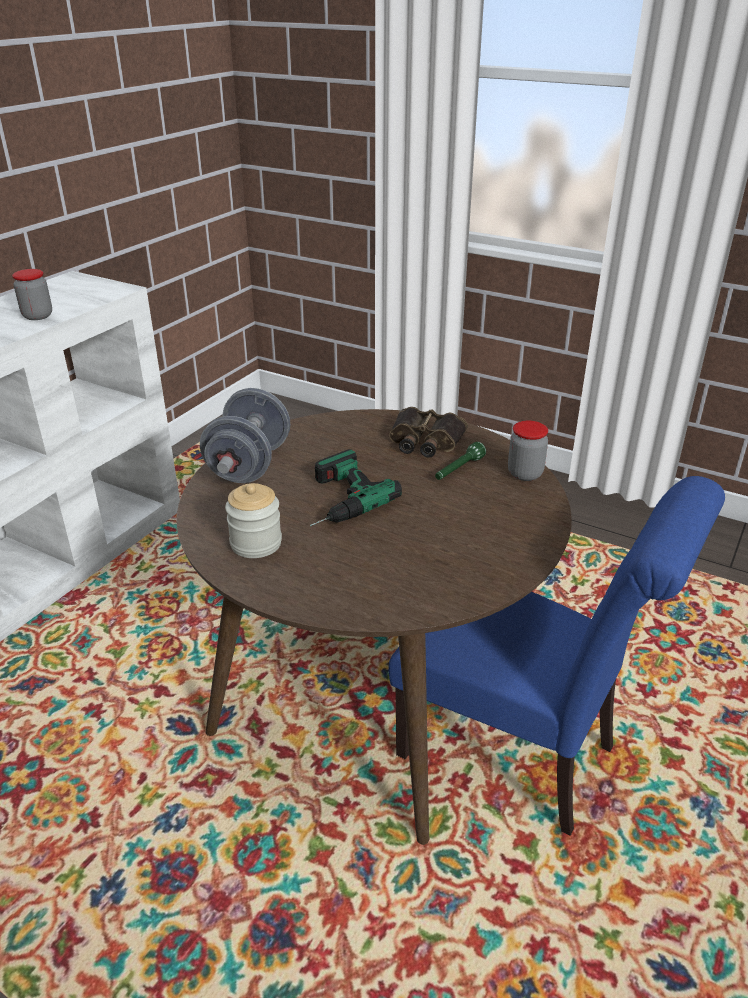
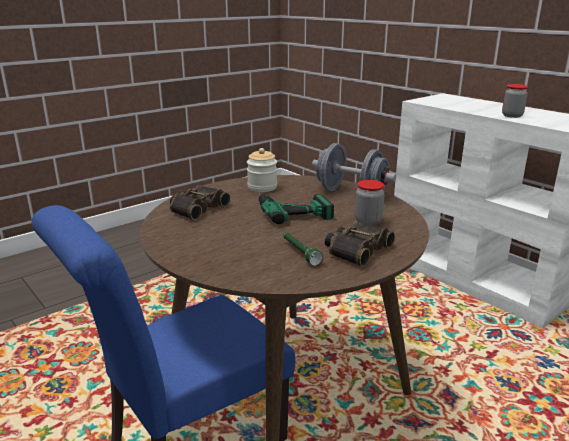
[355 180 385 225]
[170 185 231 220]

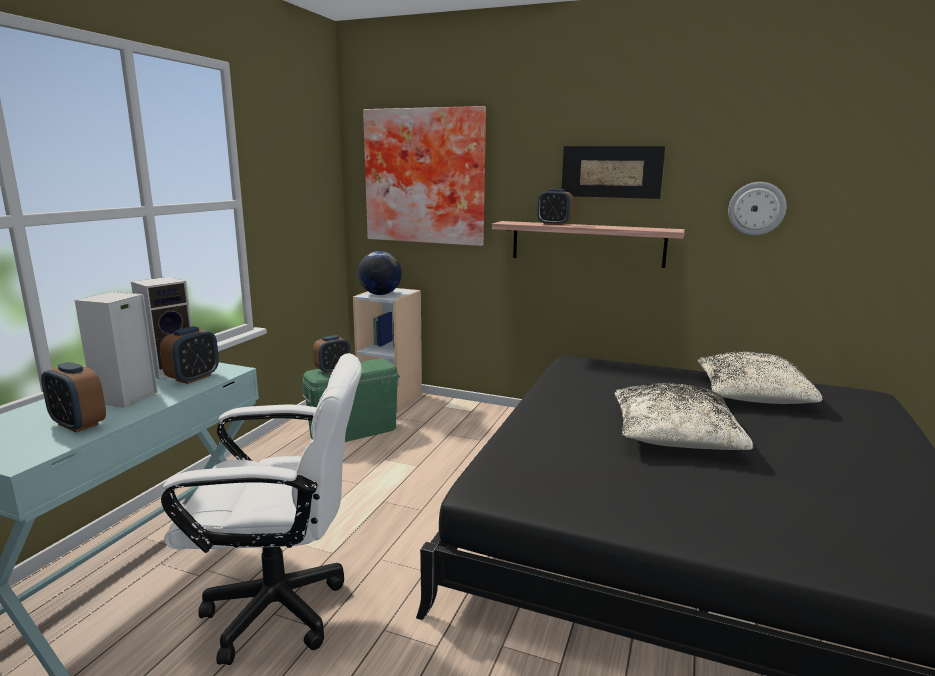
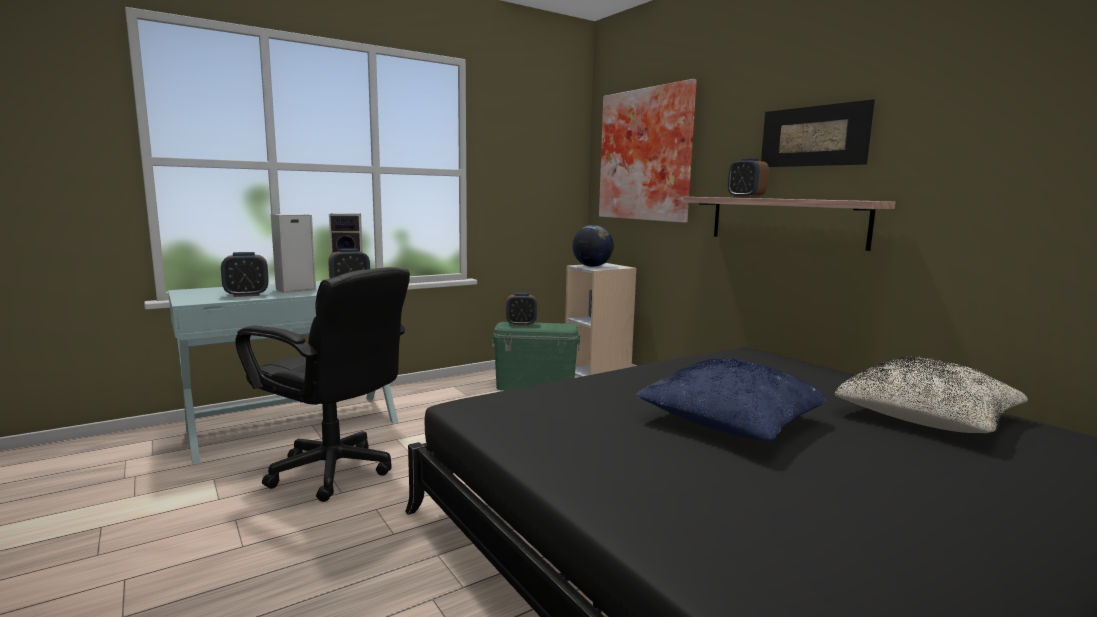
[221 252 269 297]
[235 267 410 502]
[637 358 826 441]
[728 182 787 235] (first image)

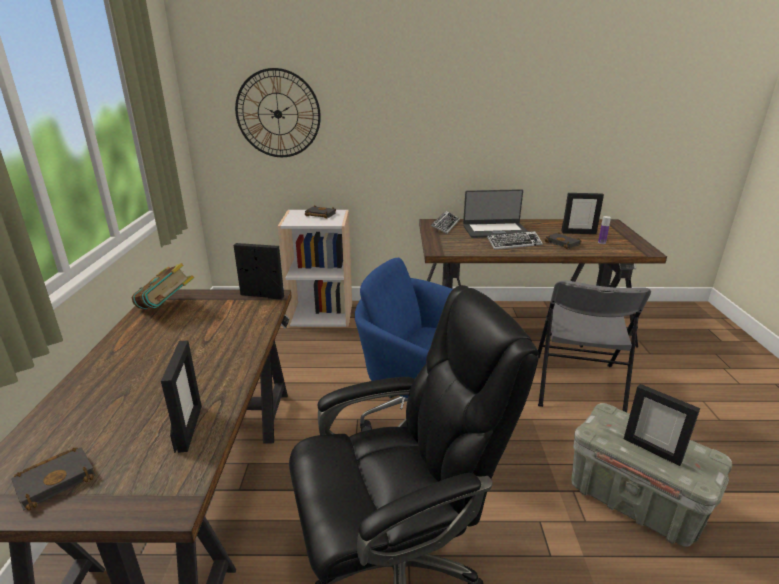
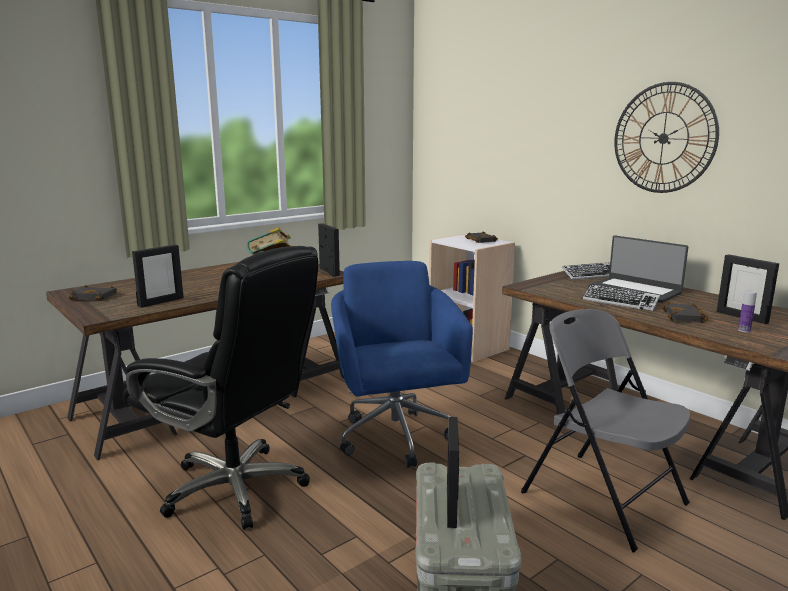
[614 82 719 193]
[521 309 690 553]

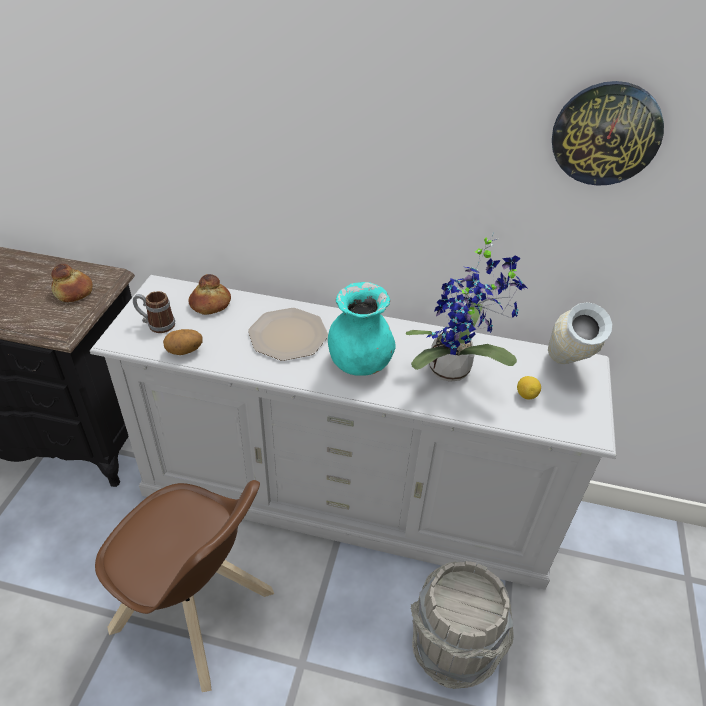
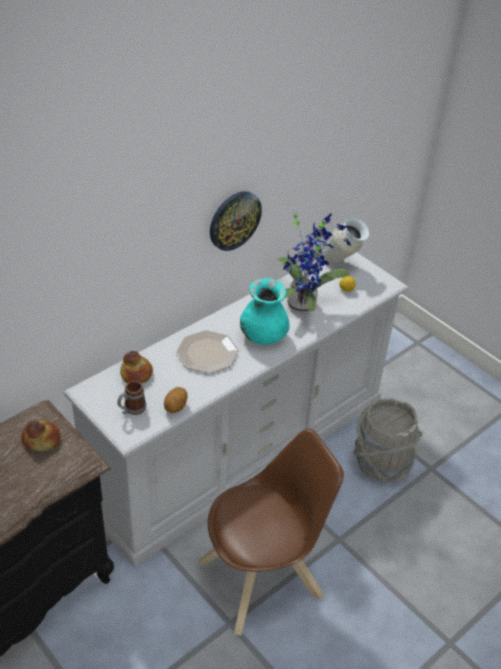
[210 191 262 251]

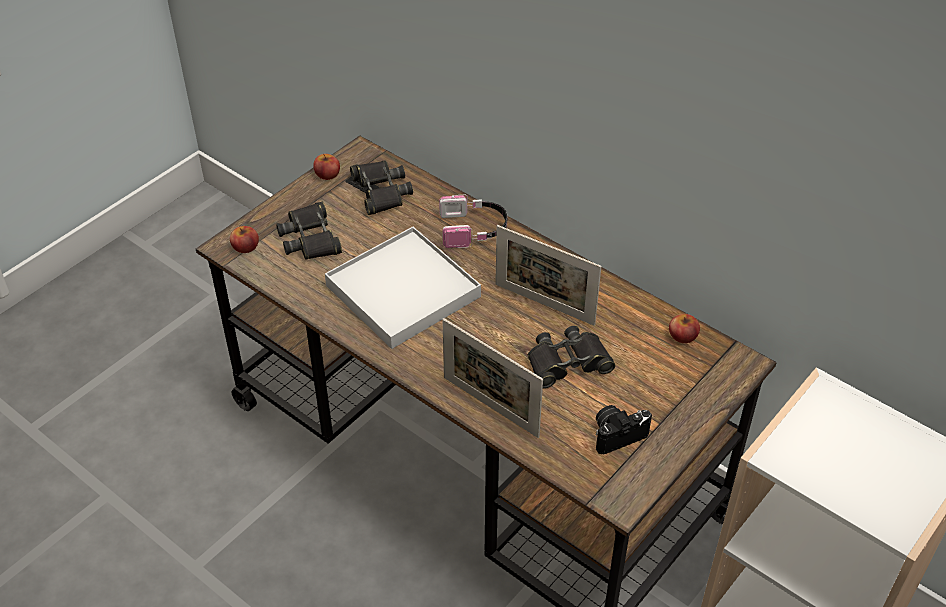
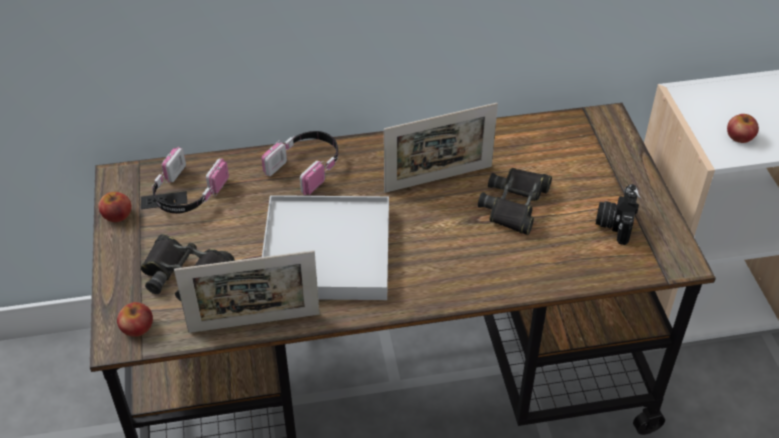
[152 147 229 214]
[174 250 320 333]
[727 114 759 143]

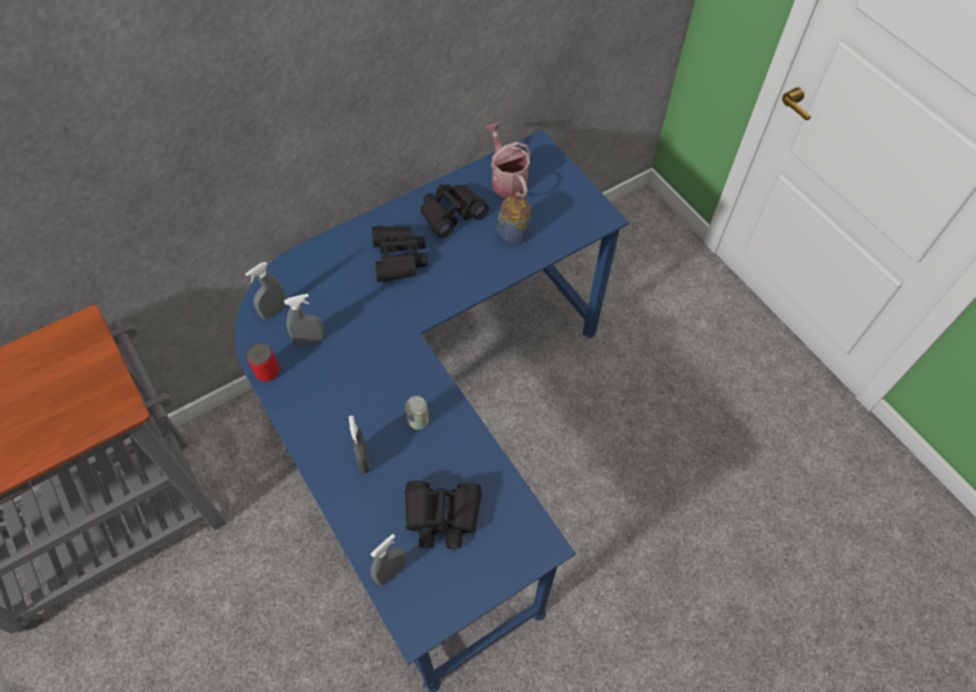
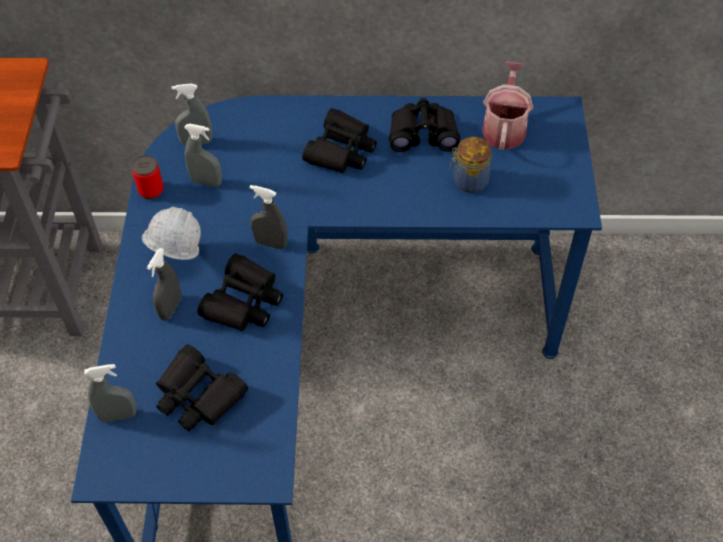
[197 253 283 331]
[142 207 201 260]
[249 185 288 250]

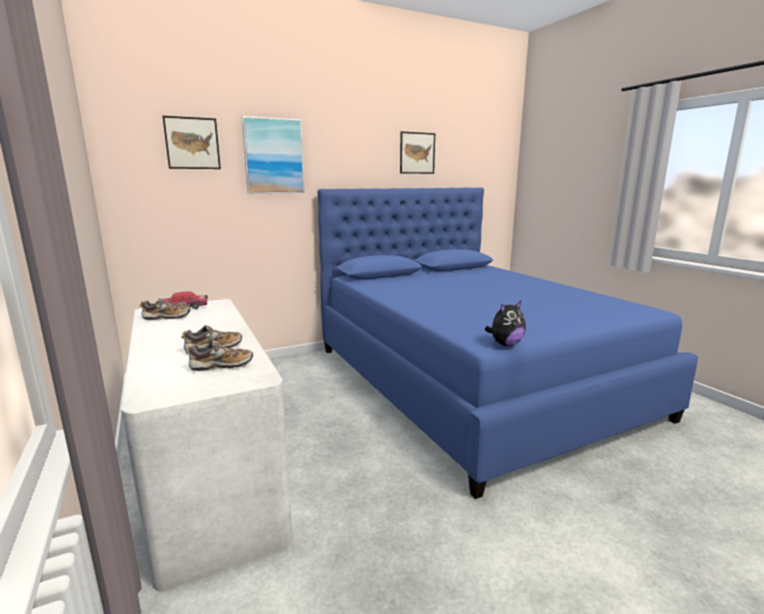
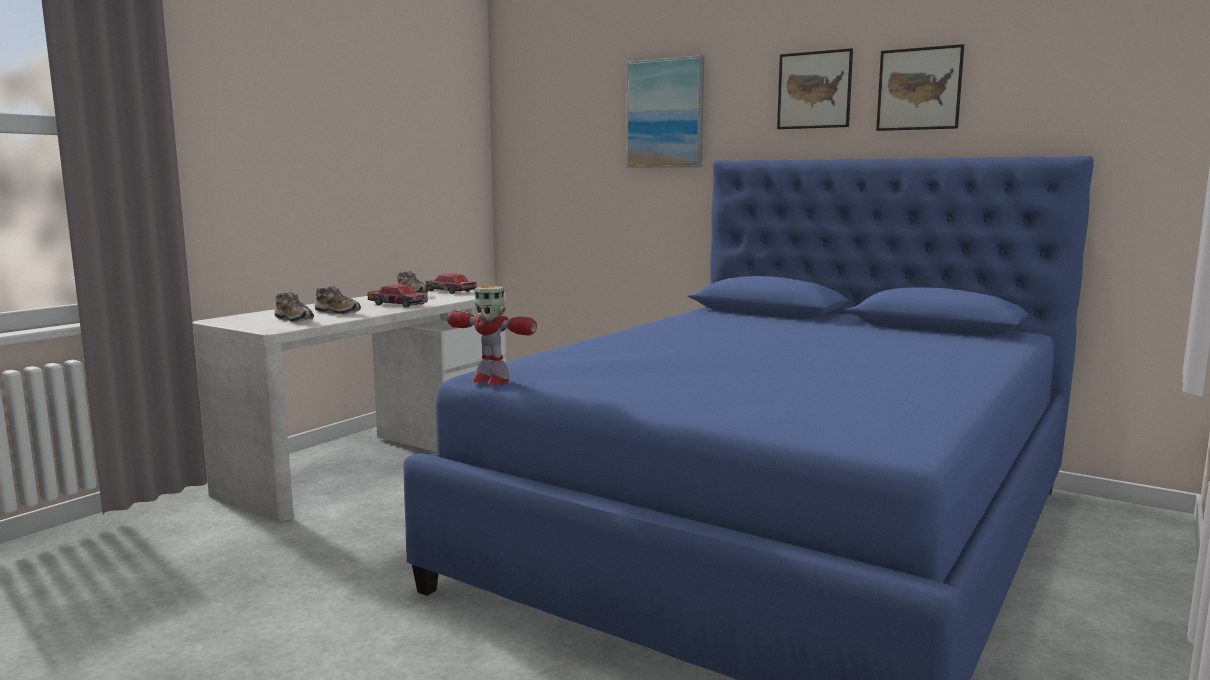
[777 48 853 129]
[447 286 537 385]
[367 284 428 308]

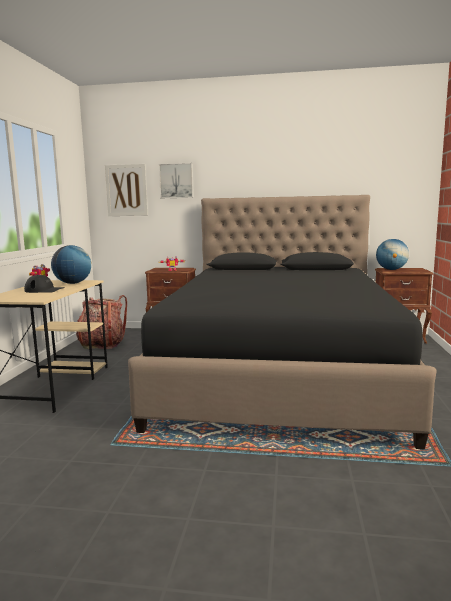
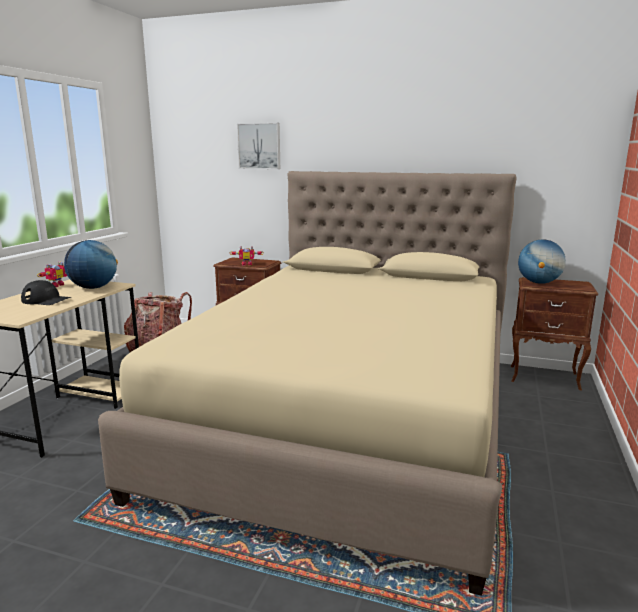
[105 164 148 216] (first image)
[98 171 517 596]

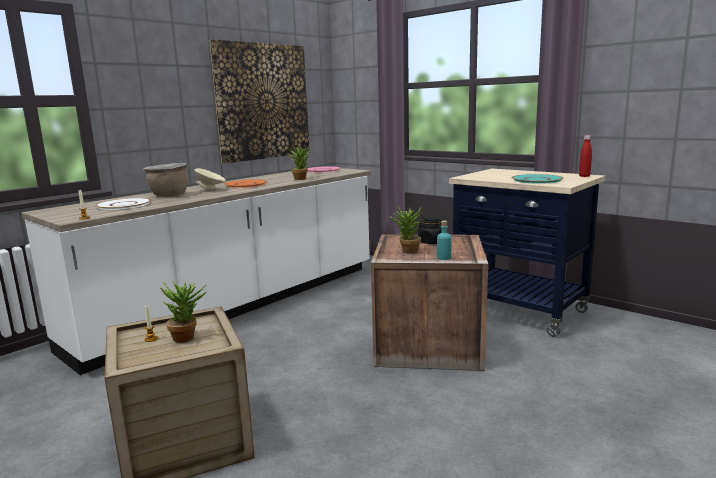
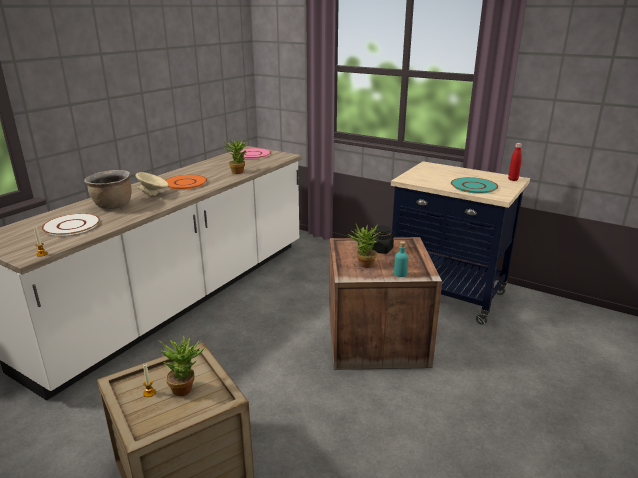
[209 39 310 163] (first image)

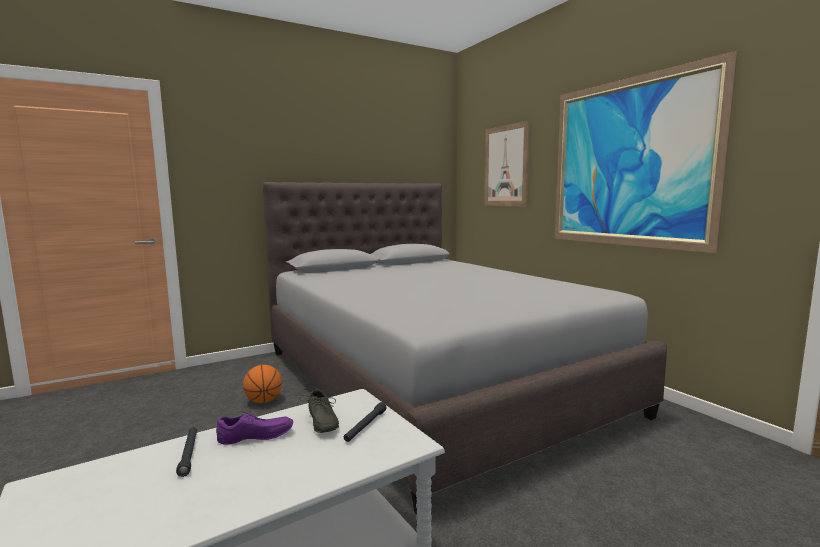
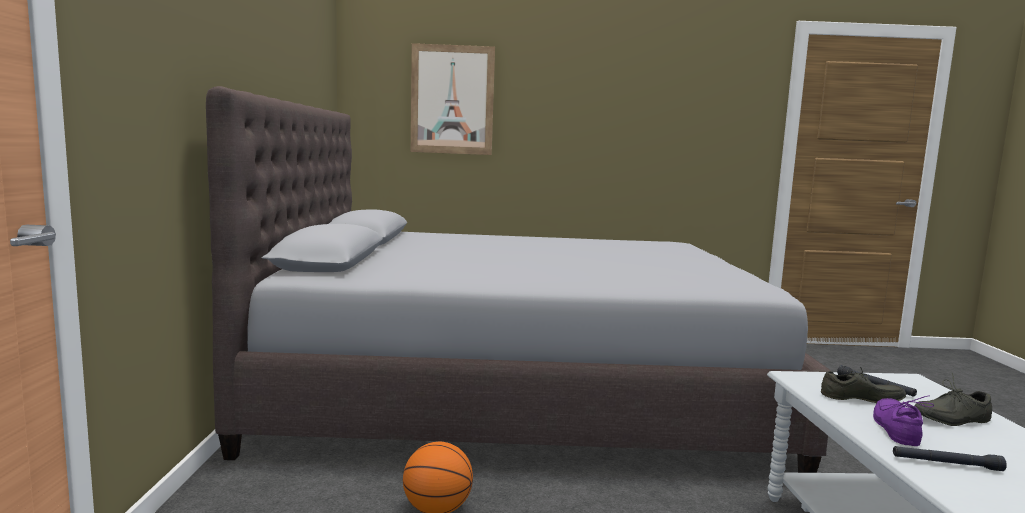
[555 51 738 253] (first image)
[914 373 992 426]

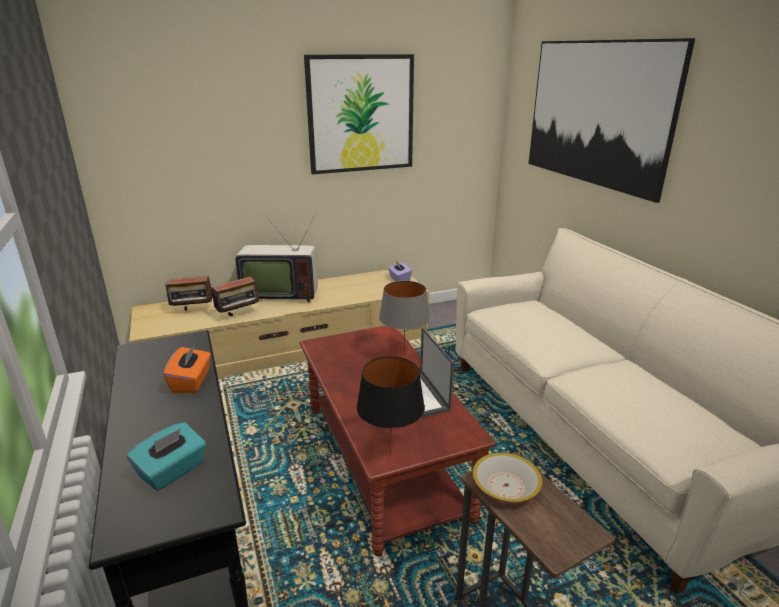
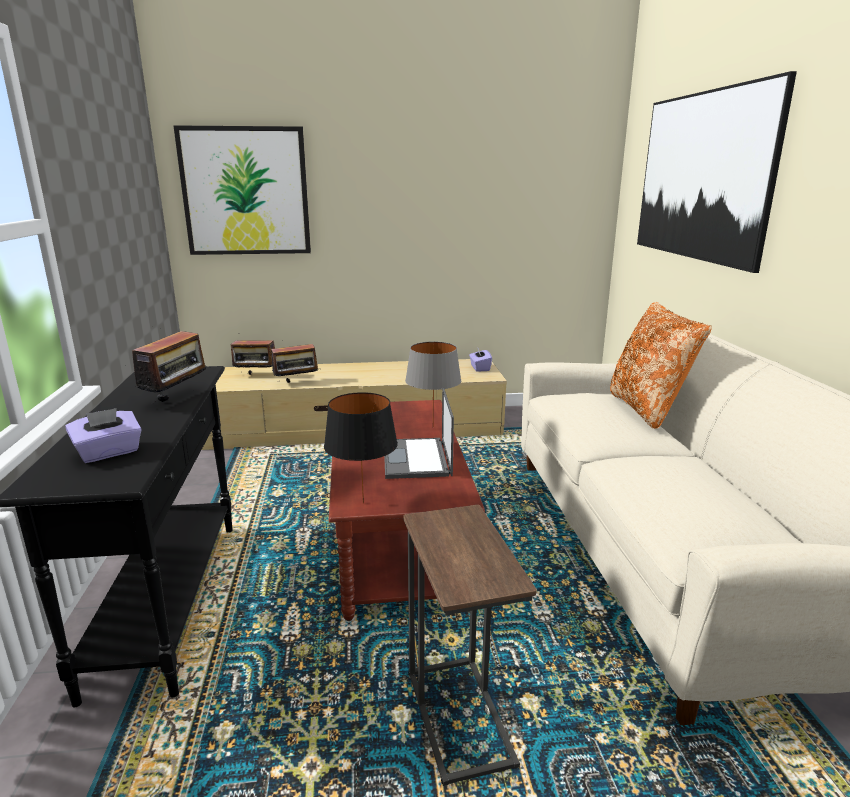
[65 408 142 463]
[132 328 210 404]
[235 215 318 302] (first image)
[174 125 311 255]
[472 453 542 503] (first image)
[610 302 712 429]

